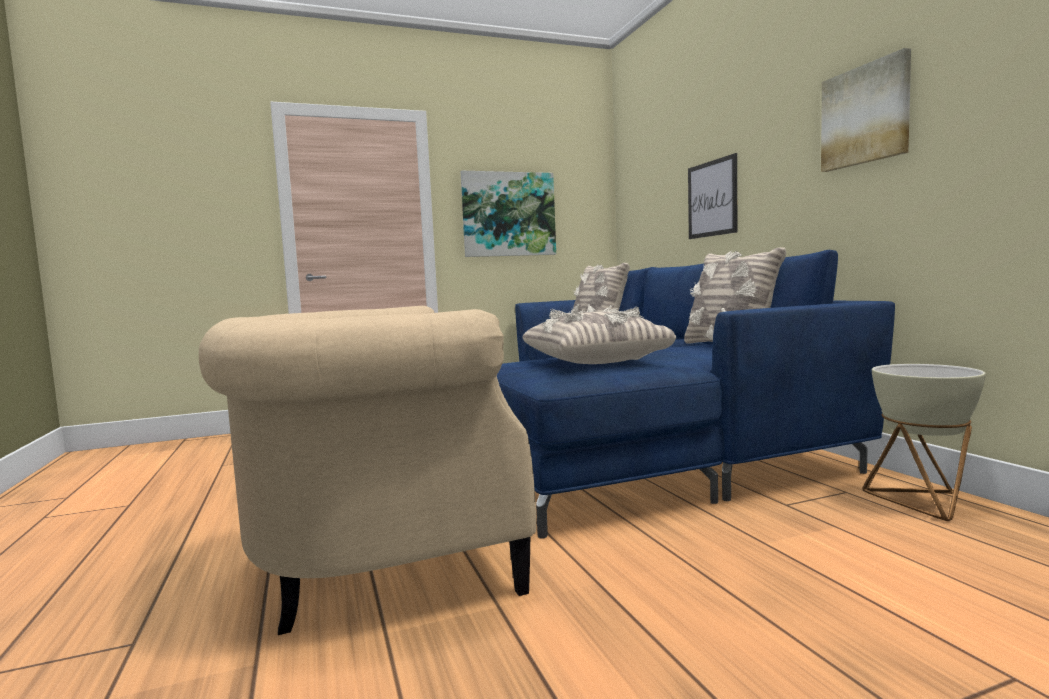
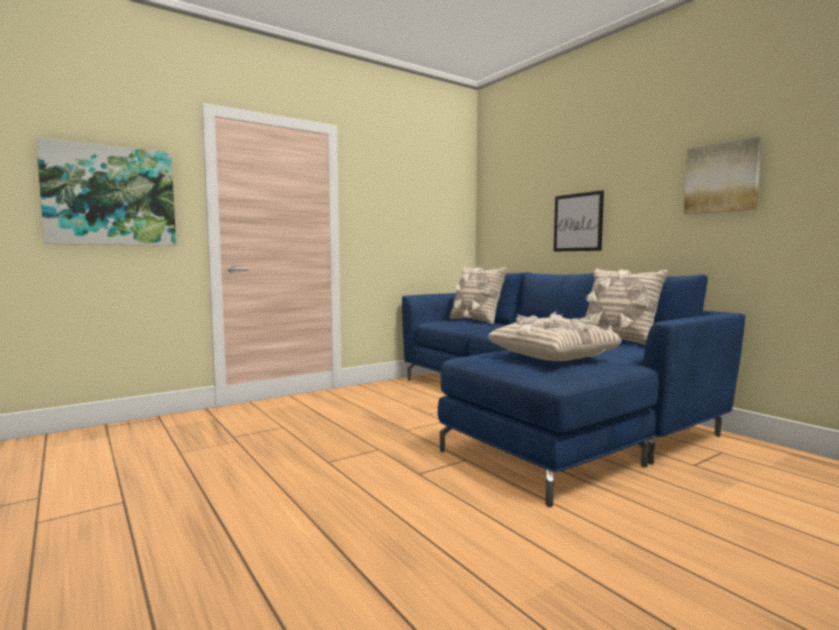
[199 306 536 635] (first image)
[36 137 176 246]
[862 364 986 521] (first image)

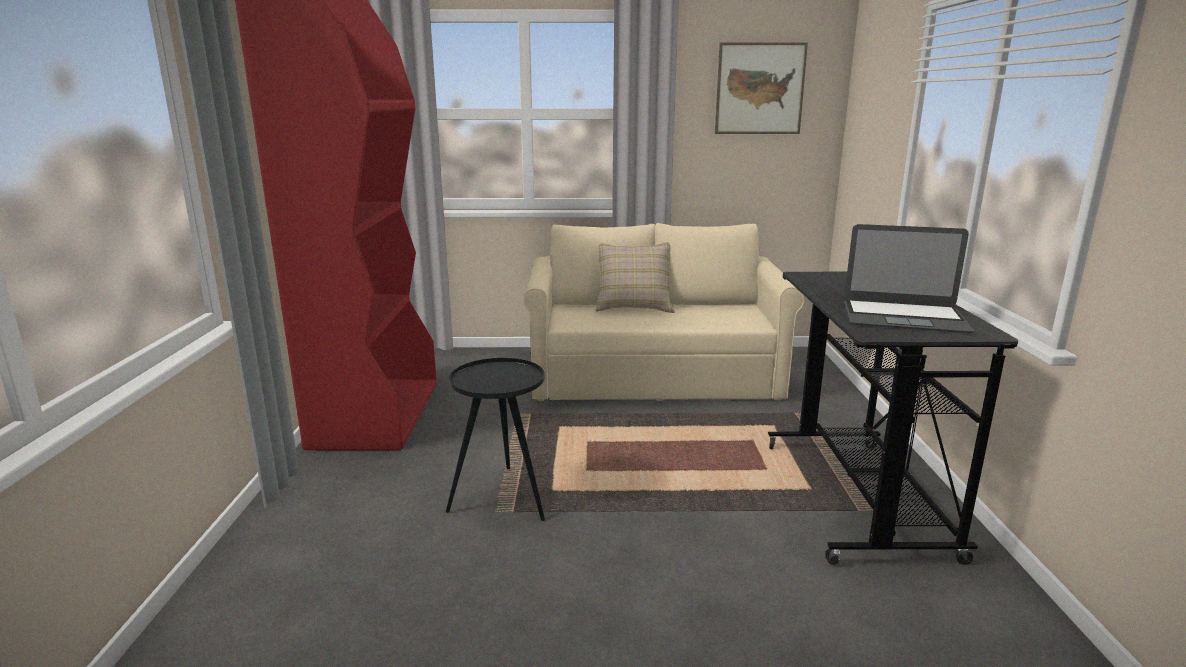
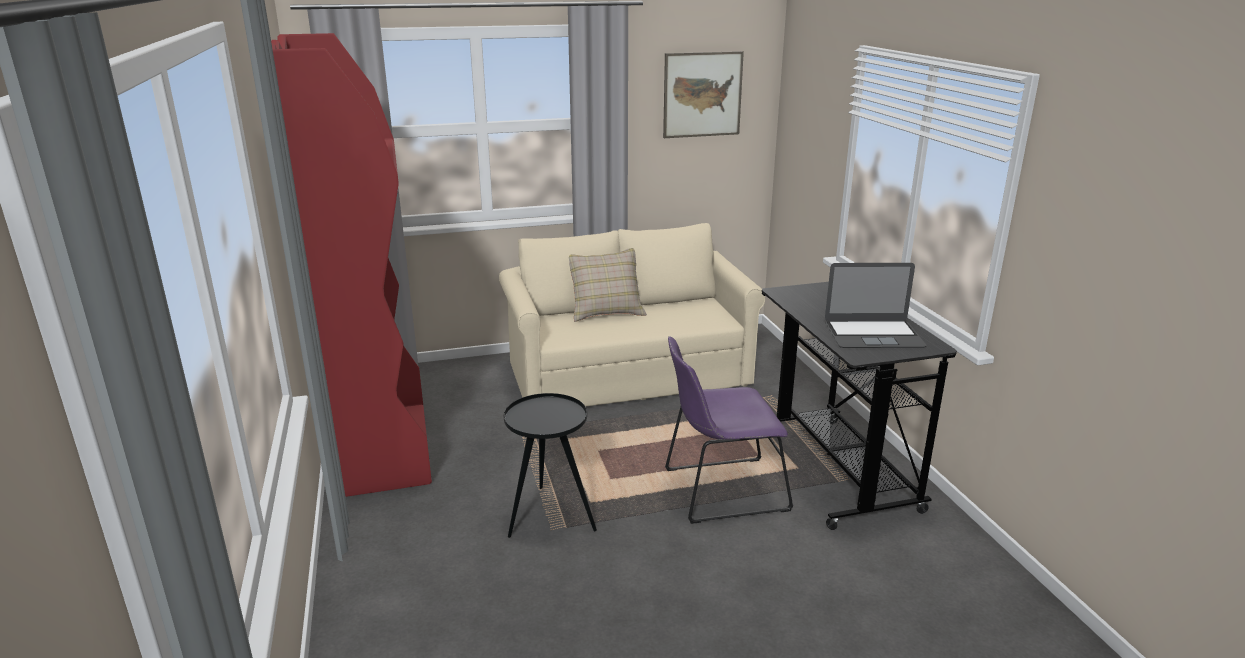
[665 336 793 524]

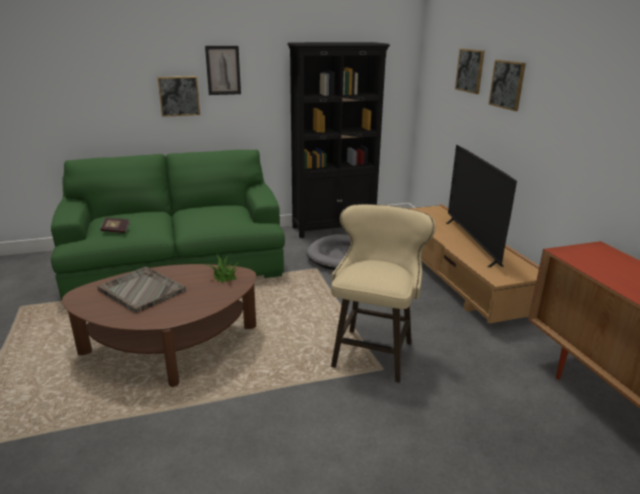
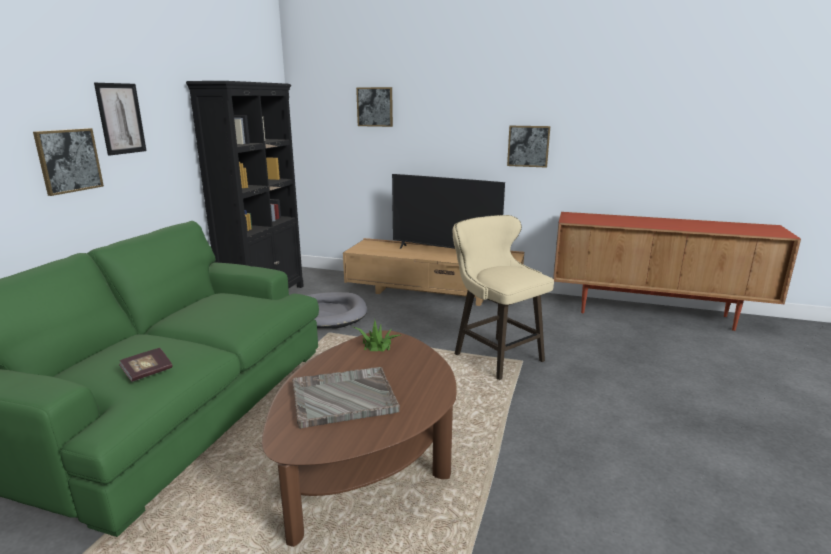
[507 126 550 168]

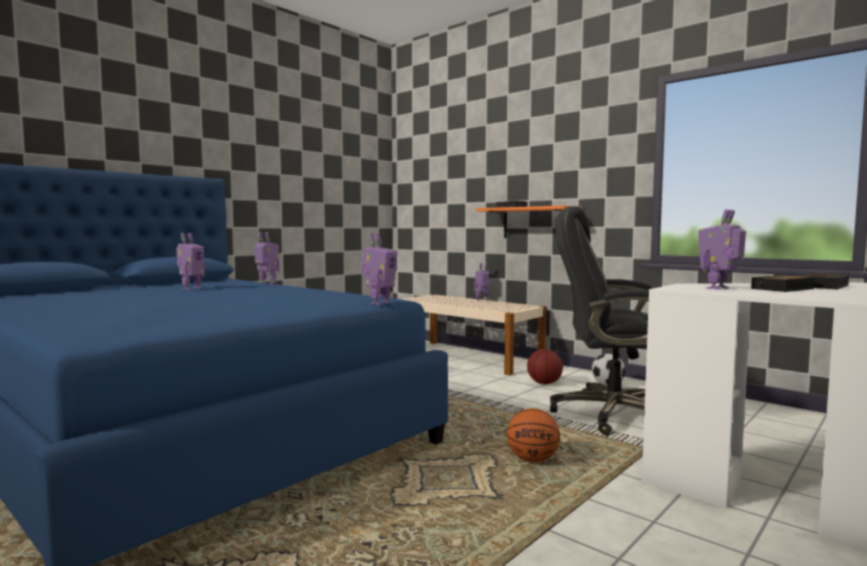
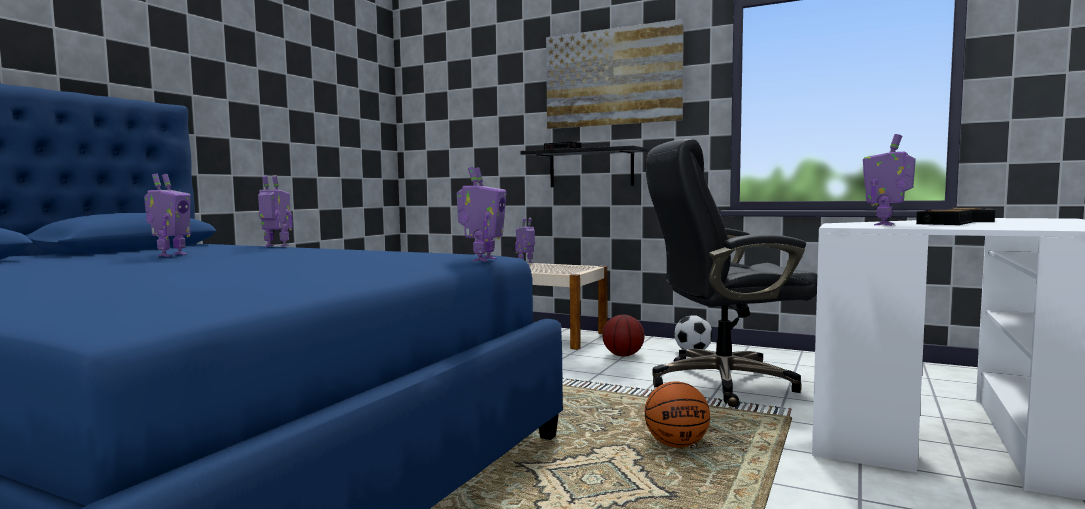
[521 145 647 187]
[546 19 684 129]

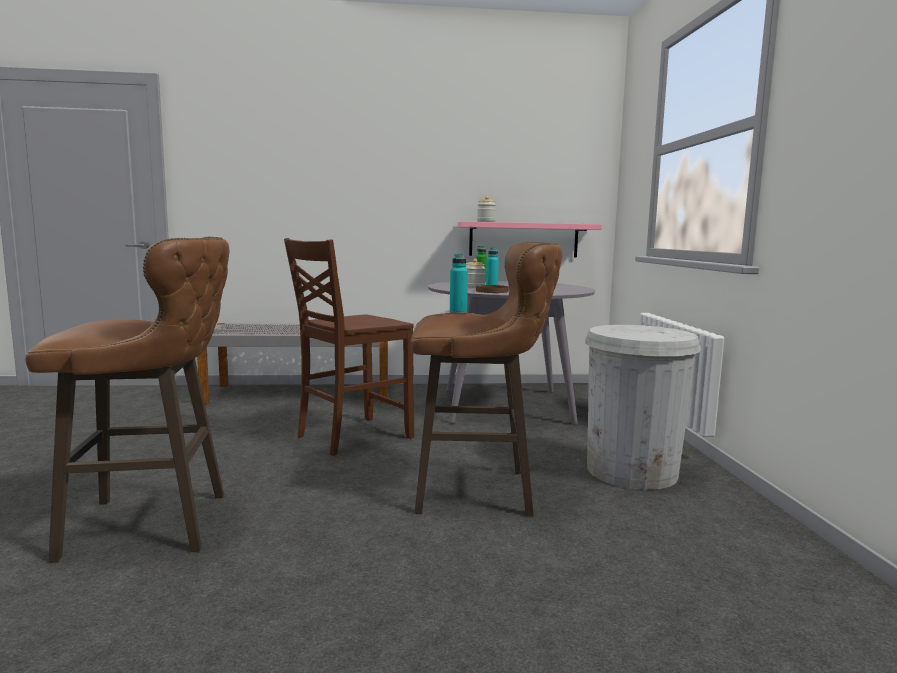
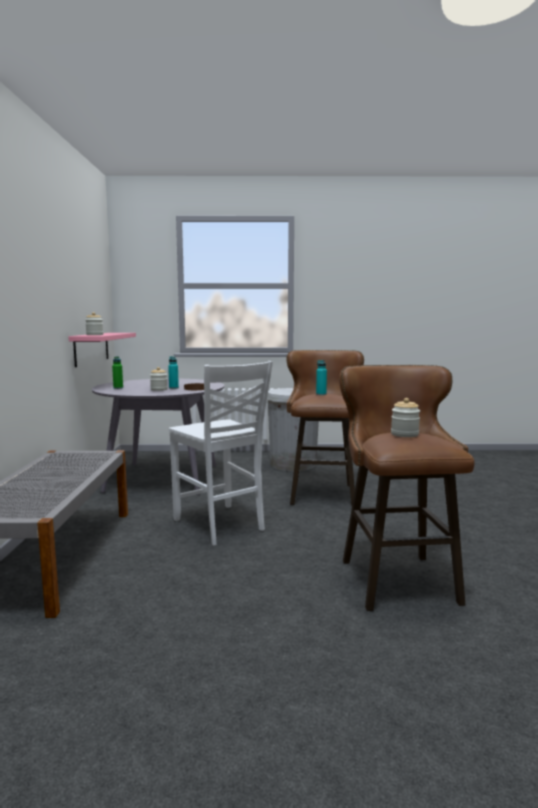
[169 361 273 546]
[391 398 420 437]

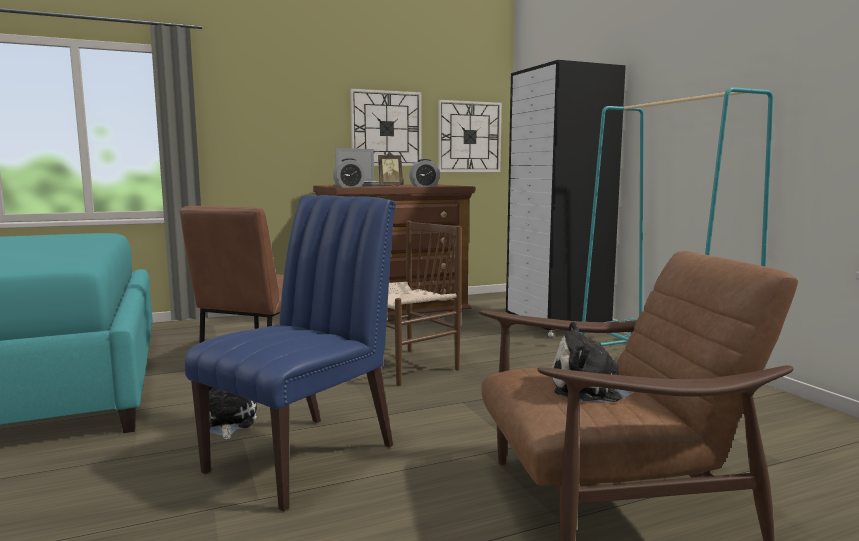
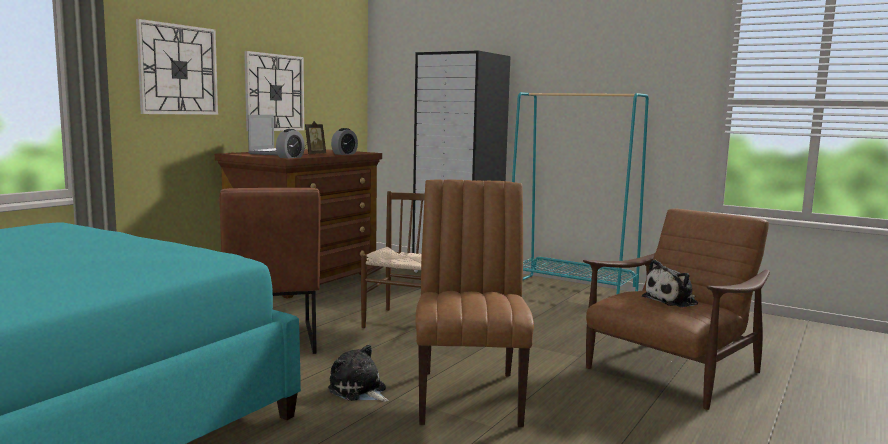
[415 179 534 427]
[136 19 218 115]

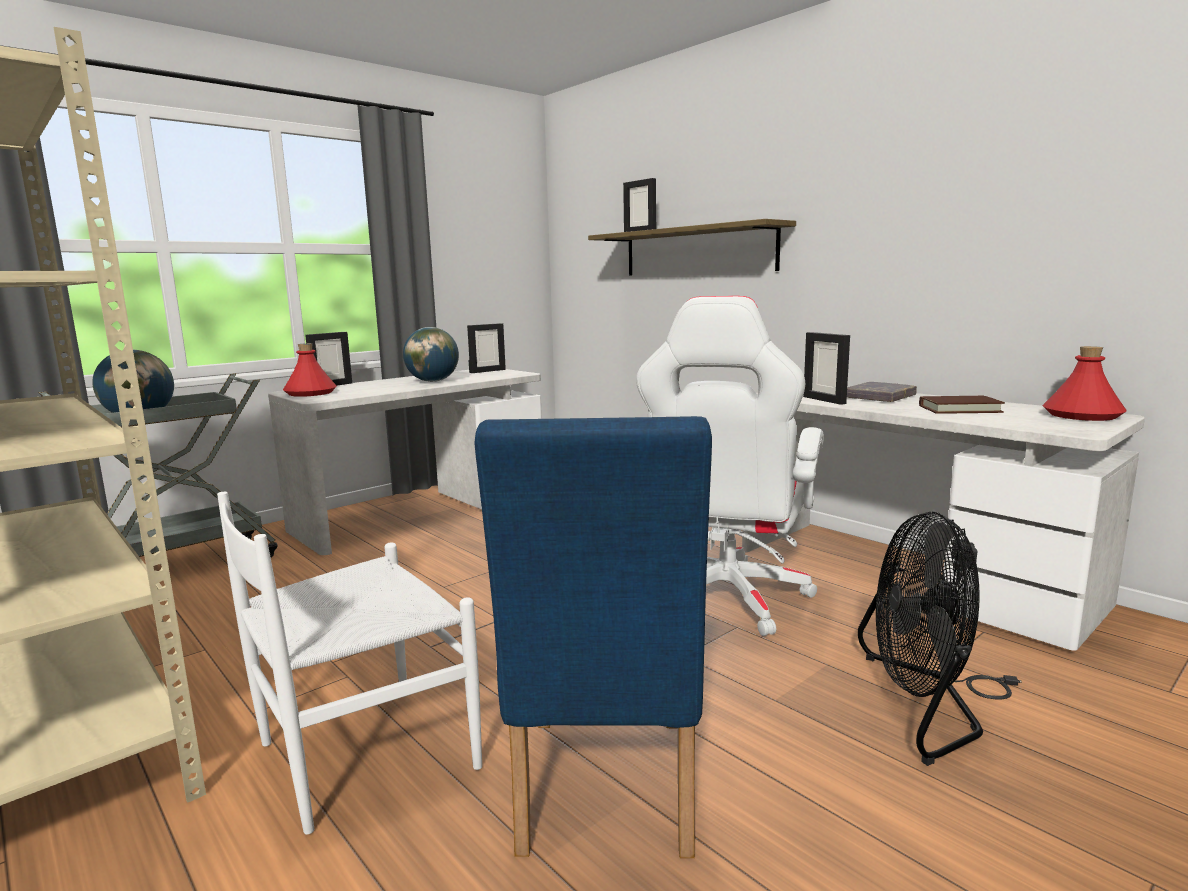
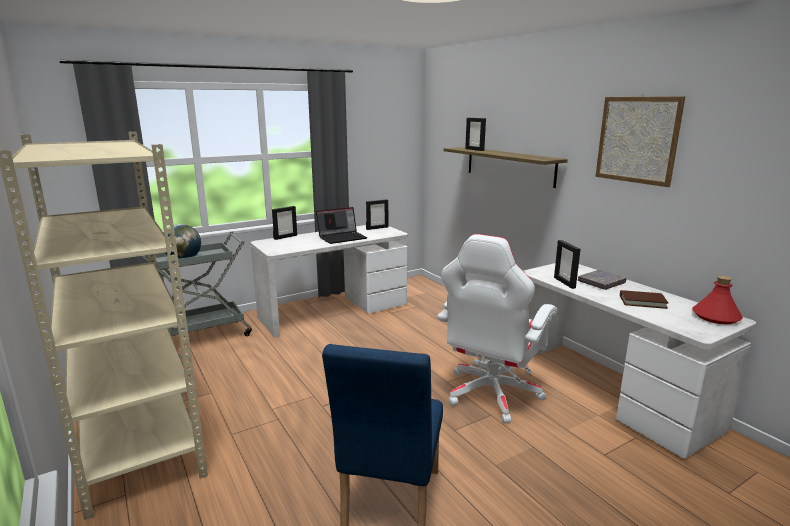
[217 492 482 835] (first image)
[283 343 336 397] (first image)
[316 207 367 244]
[858 512 1022 766] (first image)
[595 96 685 187]

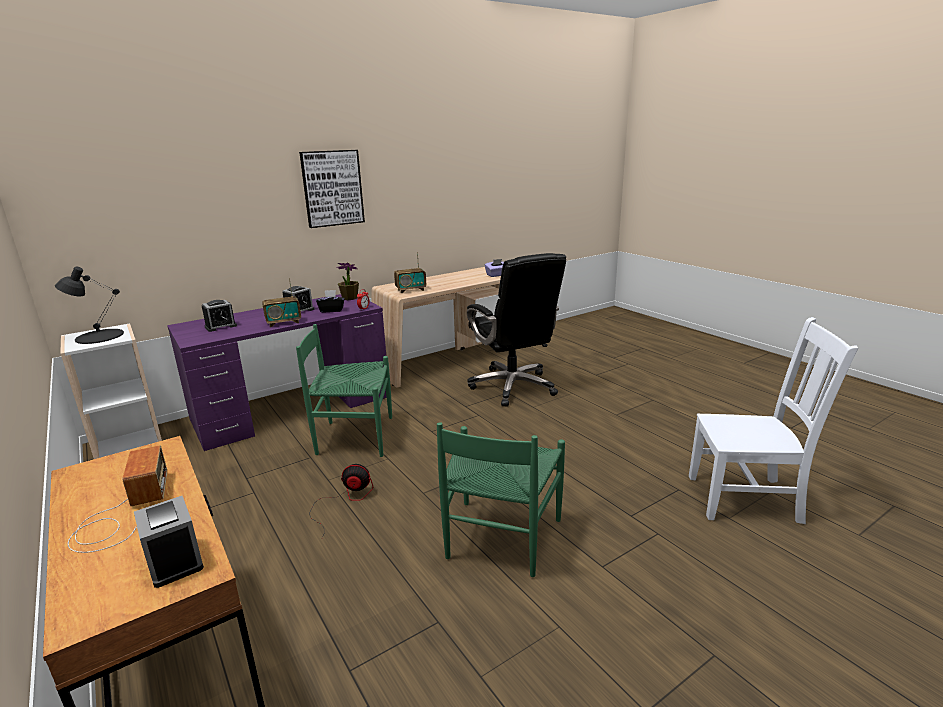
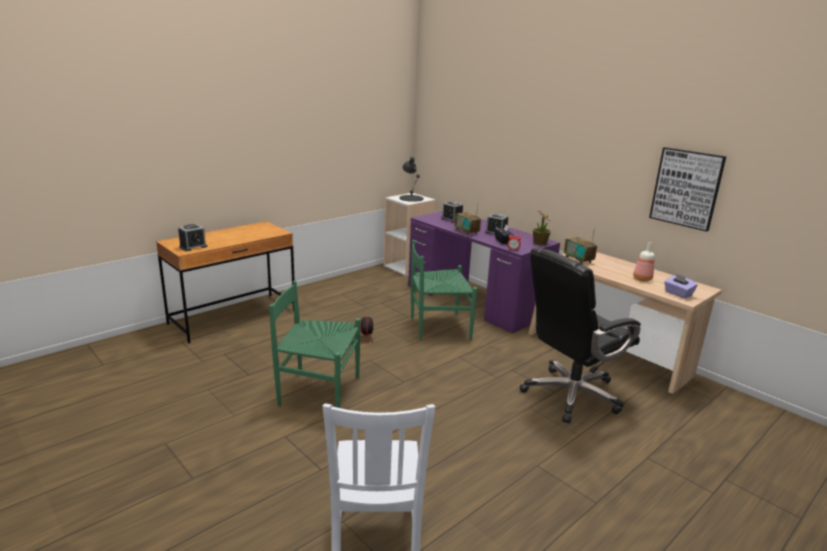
[68 445 167 553] (first image)
[411 240 477 341]
[649 147 727 232]
[633 242 655 281]

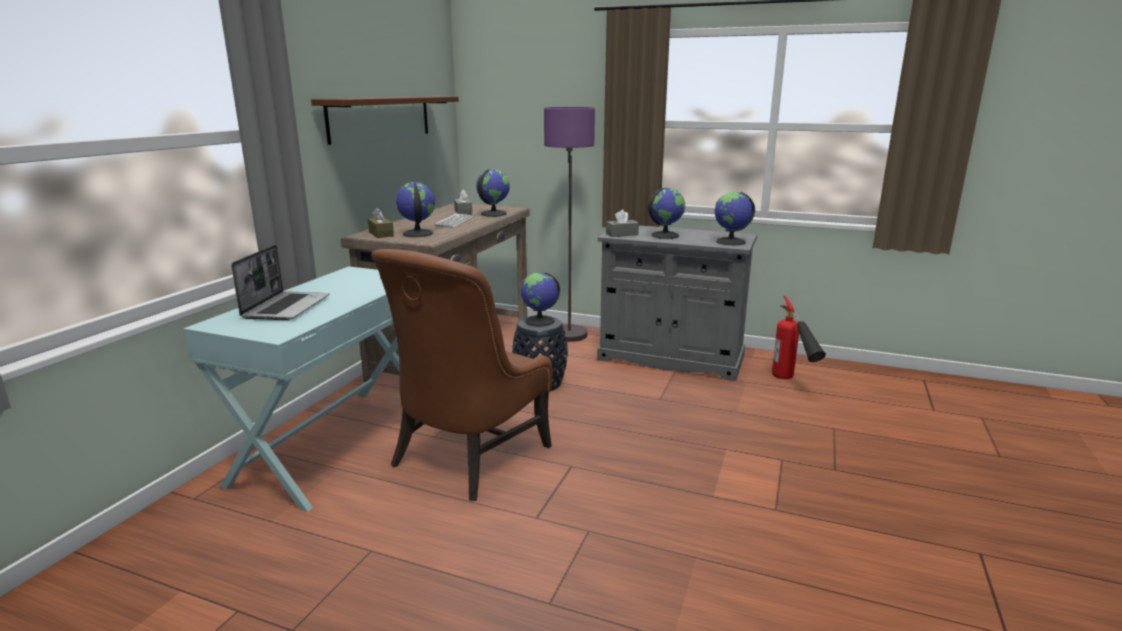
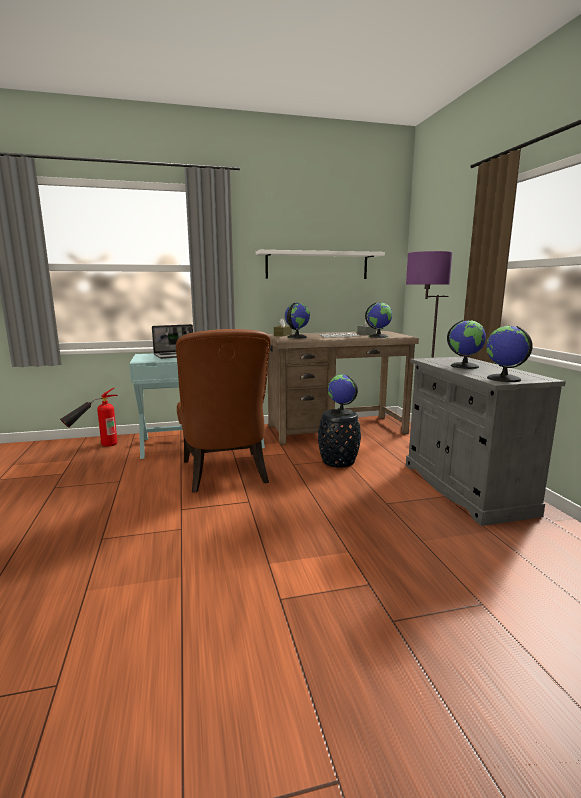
[256 250 385 279]
[176 329 271 493]
[606 210 639 237] (first image)
[60 388 118 447]

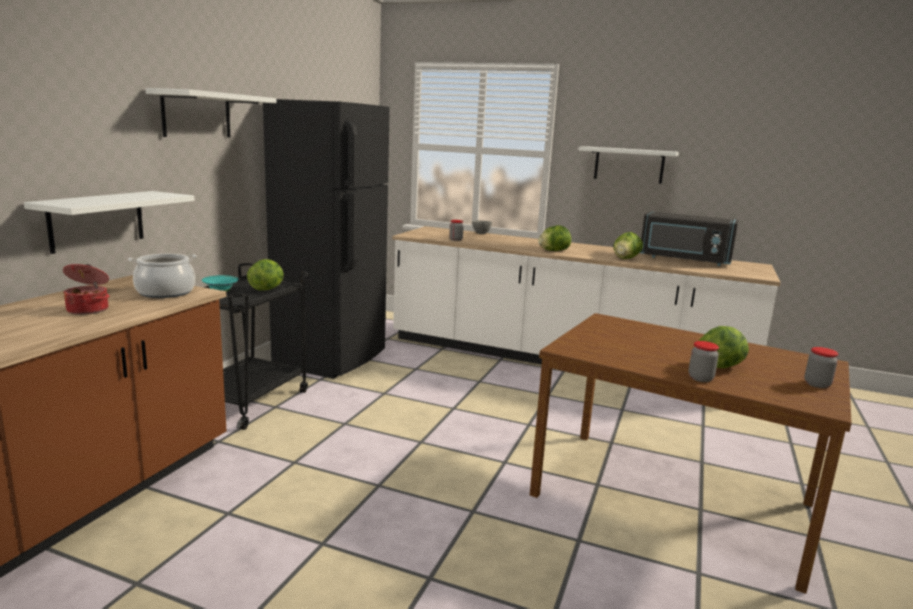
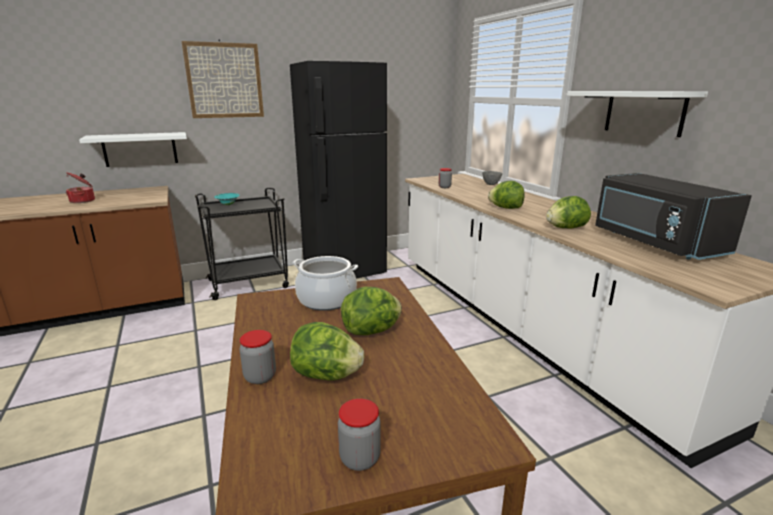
[292 256 358 311]
[182 40 264 118]
[341 287 402 335]

